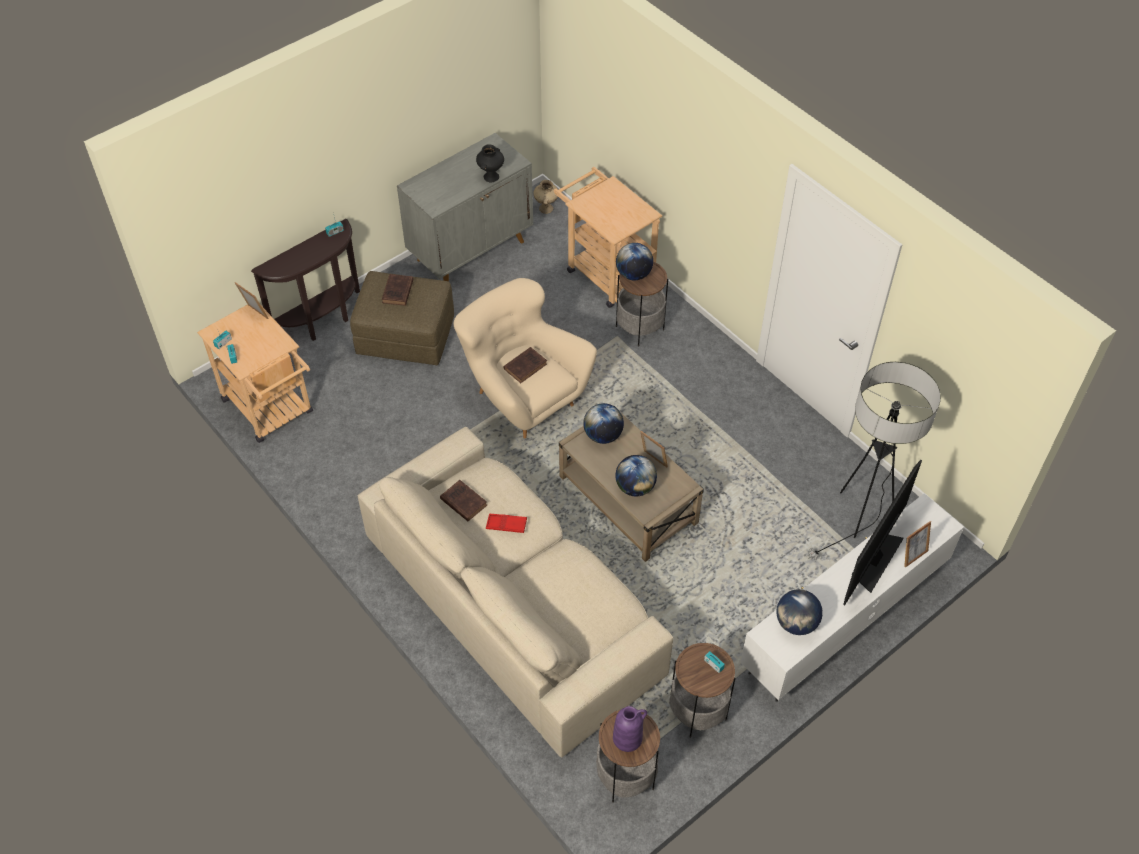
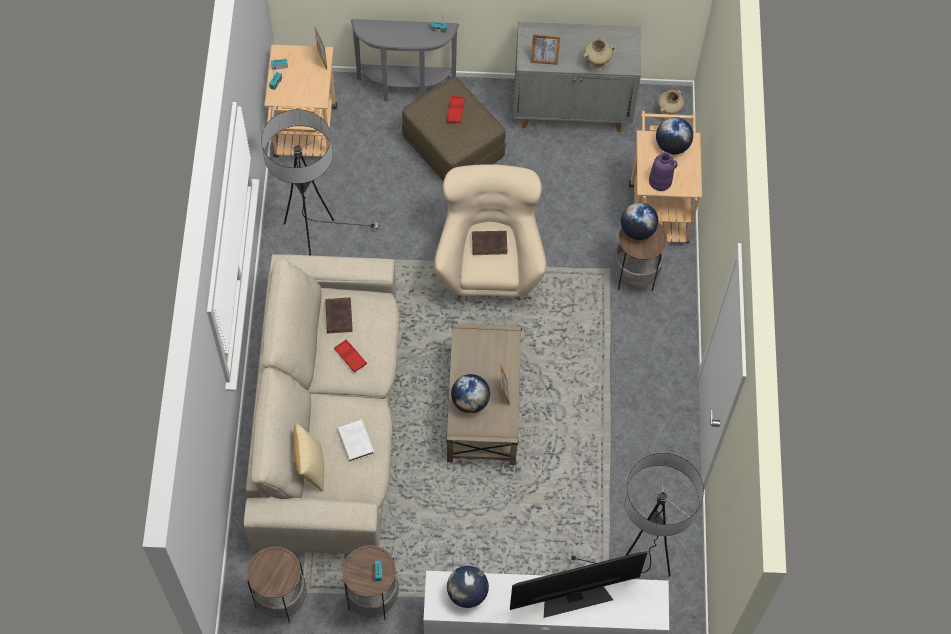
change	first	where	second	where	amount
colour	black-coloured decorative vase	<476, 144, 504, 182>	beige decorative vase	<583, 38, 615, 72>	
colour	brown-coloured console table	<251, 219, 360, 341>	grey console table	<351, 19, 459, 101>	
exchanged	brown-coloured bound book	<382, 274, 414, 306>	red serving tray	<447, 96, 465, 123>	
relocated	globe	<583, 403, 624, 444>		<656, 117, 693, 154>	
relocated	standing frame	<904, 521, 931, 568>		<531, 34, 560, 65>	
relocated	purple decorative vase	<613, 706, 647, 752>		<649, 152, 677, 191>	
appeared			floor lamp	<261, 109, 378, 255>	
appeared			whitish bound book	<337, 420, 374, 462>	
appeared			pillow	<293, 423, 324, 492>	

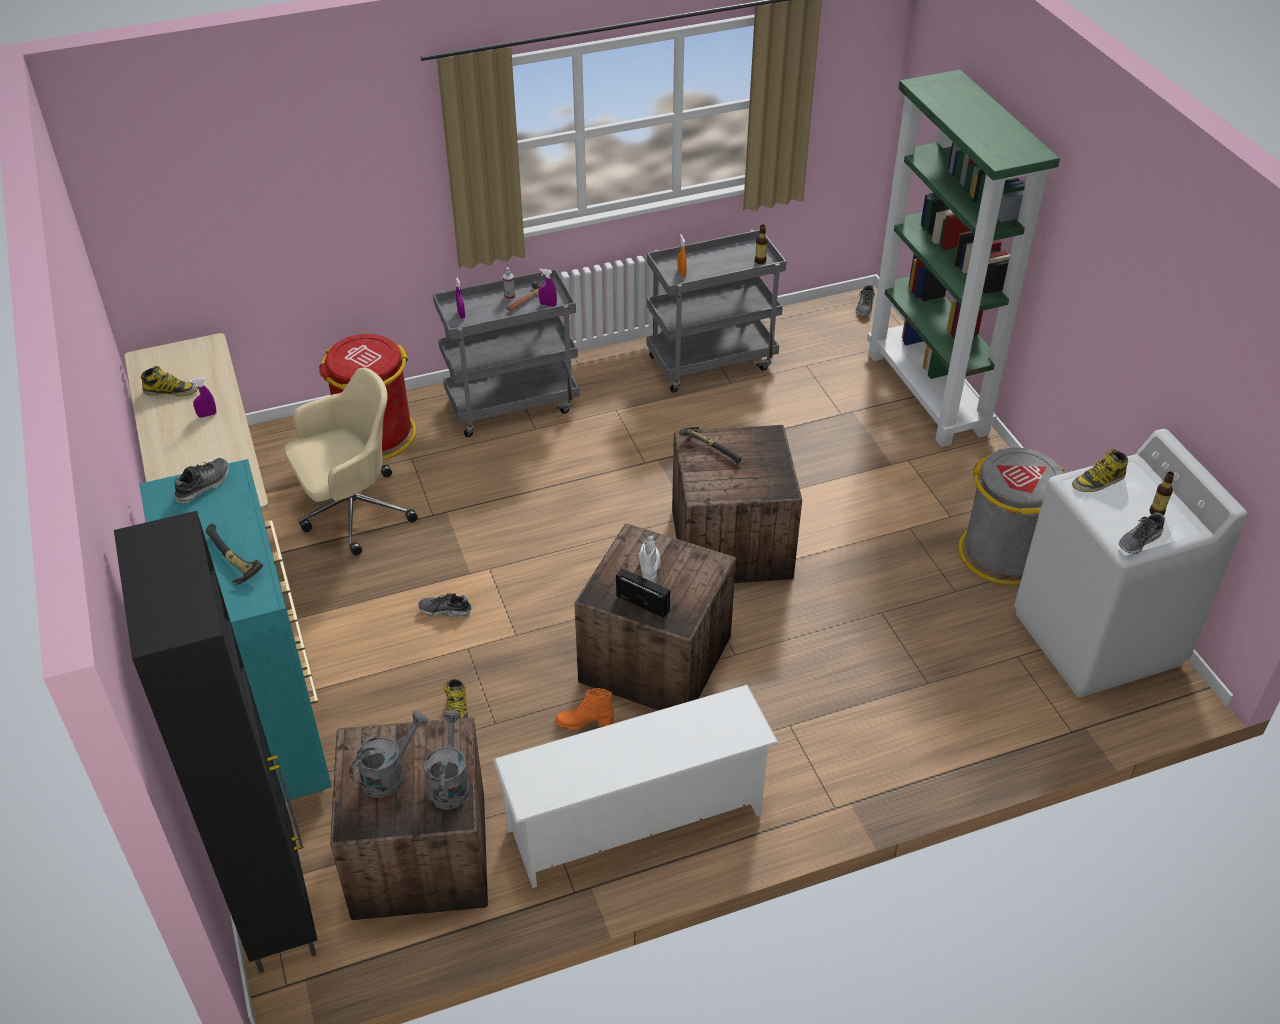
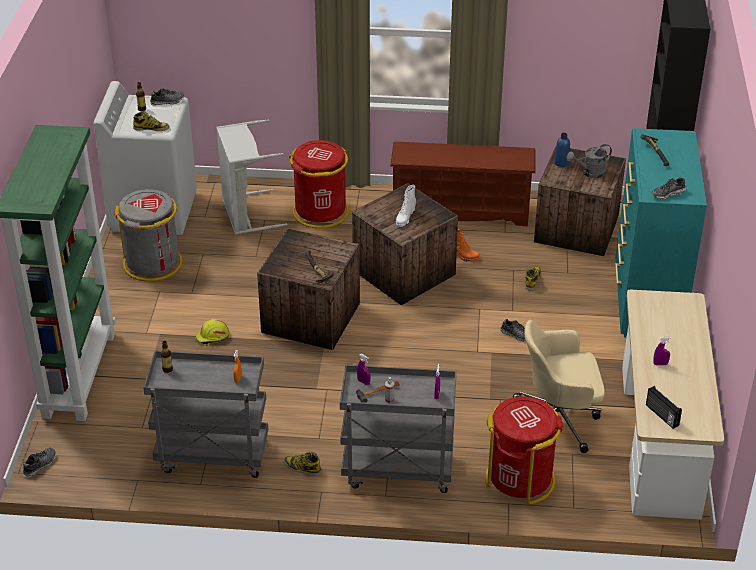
change	first	where	second	where	amount
relocated	high-top boot	<141, 366, 198, 396>		<283, 451, 322, 476>	
relocated	radio set	<616, 568, 670, 618>		<646, 386, 682, 429>	
colour	whitish shoe rack	<493, 685, 779, 888>	brown-coloured shoe rack	<390, 142, 536, 226>	
exchanged	grey watering pot	<424, 711, 470, 810>	blue-coloured drink bottle	<554, 133, 570, 167>	
appeared			grey washing basket	<216, 119, 287, 235>	
appeared			red rubbish bin	<289, 140, 349, 228>	
appeared			yellowish work helmet	<196, 319, 229, 346>	

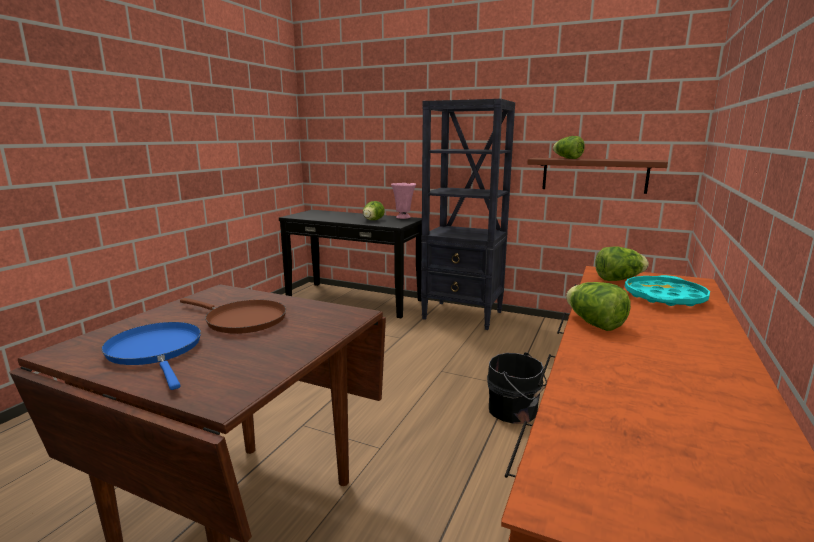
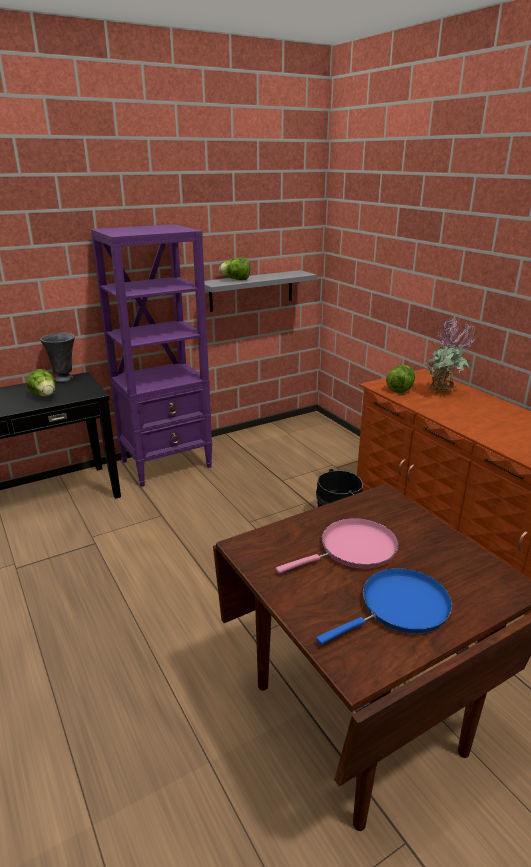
change	first	where	second	where	amount
colour	black-coloured shelving unit	<421, 99, 515, 330>	purple shelving unit	<91, 224, 212, 487>	
colour	brown-coloured bracket shelf	<527, 158, 668, 194>	grey bracket shelf	<204, 270, 317, 312>	
colour	pinkish decorative vase	<391, 183, 416, 219>	grey decorative vase	<40, 333, 75, 382>	
exchanged	blue-green serving tray	<625, 275, 710, 306>	potted plant	<426, 318, 477, 393>	
missing	lettuce head	<566, 282, 631, 331>			
colour	brown-coloured frying pan	<180, 298, 286, 334>	pinkish frying pan	<276, 518, 399, 574>	
spun	blue-coloured frying pan	<101, 322, 201, 390>		<316, 568, 452, 645>	150 degrees clockwise

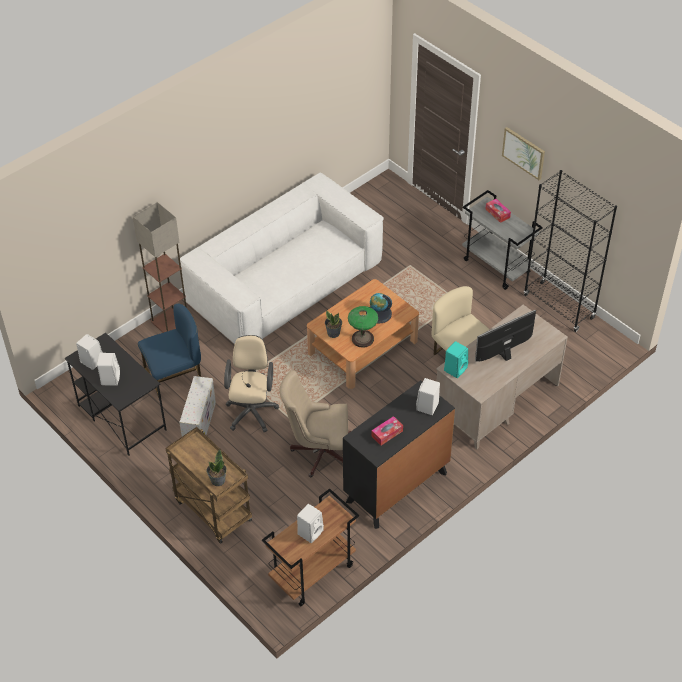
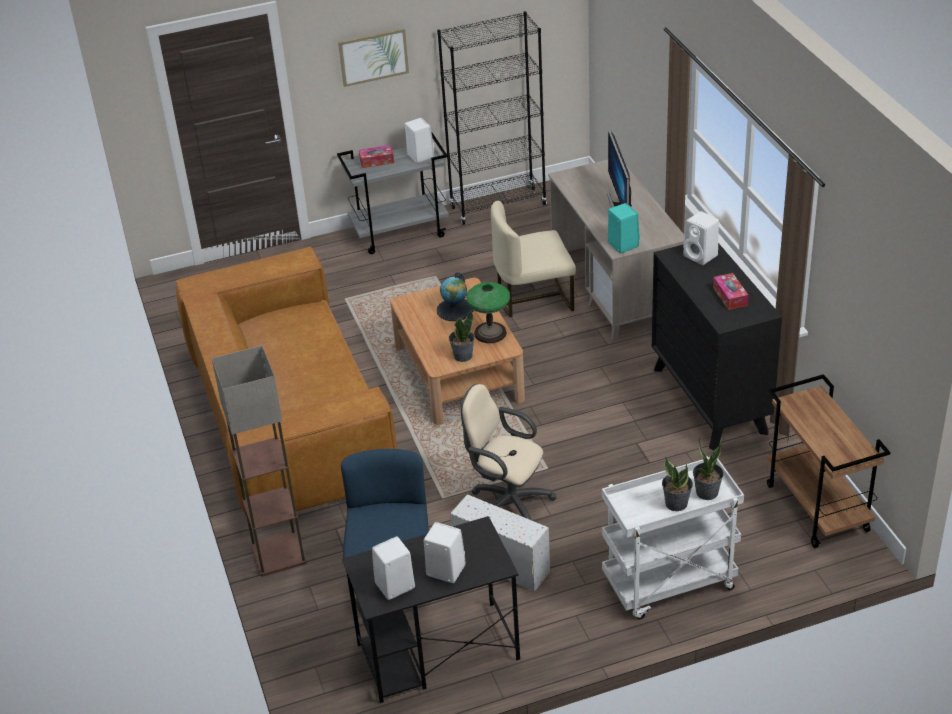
change	first	where	second	where	amount
colour	whitish couch	<180, 173, 384, 344>	brown-coloured couch	<176, 247, 397, 516>	
missing	beige desk chair	<279, 370, 351, 477>			
colour	brown-coloured cart	<165, 427, 252, 544>	whitish cart	<602, 457, 744, 620>	
relocated	whitish speaker	<297, 504, 324, 543>		<405, 118, 434, 163>	
appeared			potted plant	<662, 457, 693, 511>	

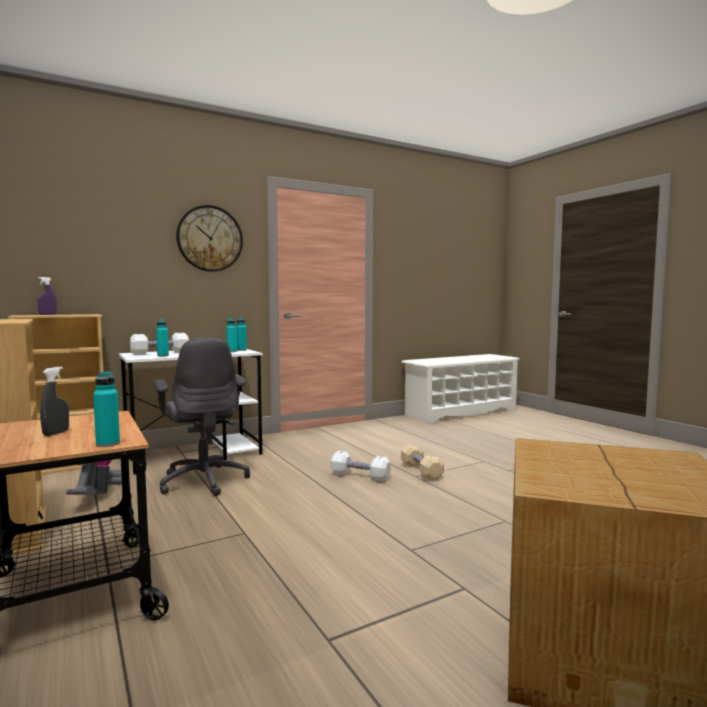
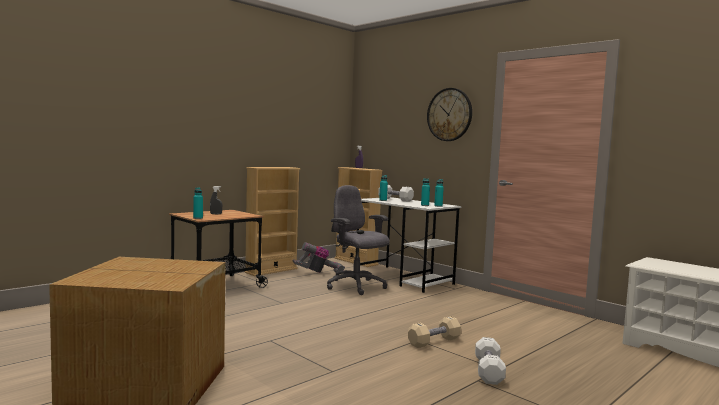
change	first	where	second	where	amount
spun	grey desk chair	<154, 338, 250, 496>		<327, 185, 390, 295>	90 degrees clockwise
relocated	whitish dumbbell	<331, 451, 391, 481>		<475, 337, 506, 385>	

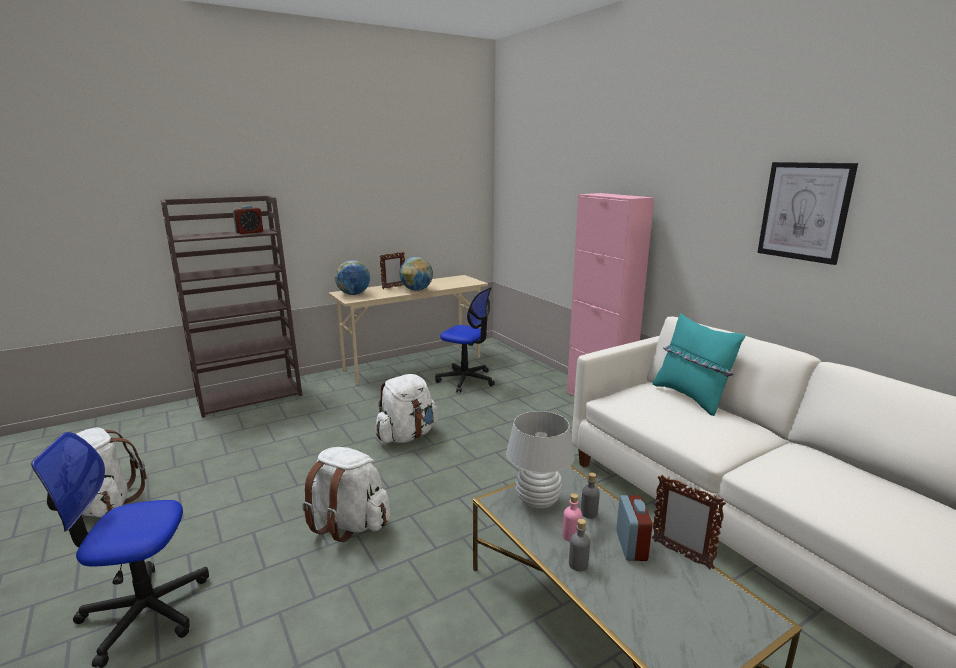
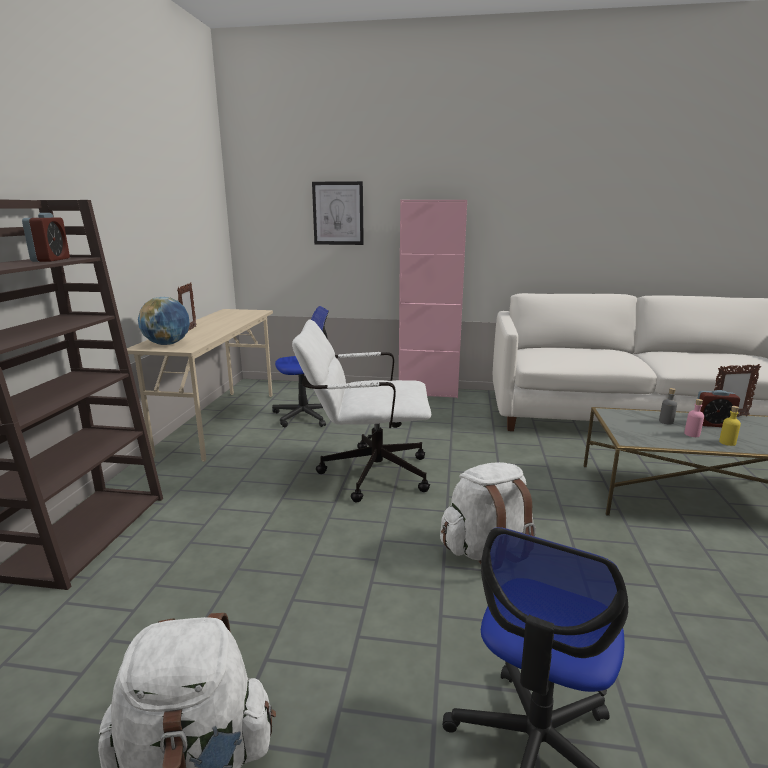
change	first	where	second	where	amount
relocated	wall picture	<757, 162, 858, 265>		<312, 181, 364, 245>	
missing	globe	<400, 257, 433, 291>			
missing	blue-green pillow	<652, 313, 745, 416>			
exchanged	whitish rucksack	<375, 374, 438, 443>	whitish desk chair	<292, 319, 431, 502>	
missing	whitish table lamp	<506, 411, 575, 509>			
spun	alarm clock	<616, 495, 653, 561>		<697, 390, 740, 427>	150 degrees clockwise
colour	grey drink bottle	<569, 519, 590, 571>	yellowish drink bottle	<719, 406, 741, 446>	

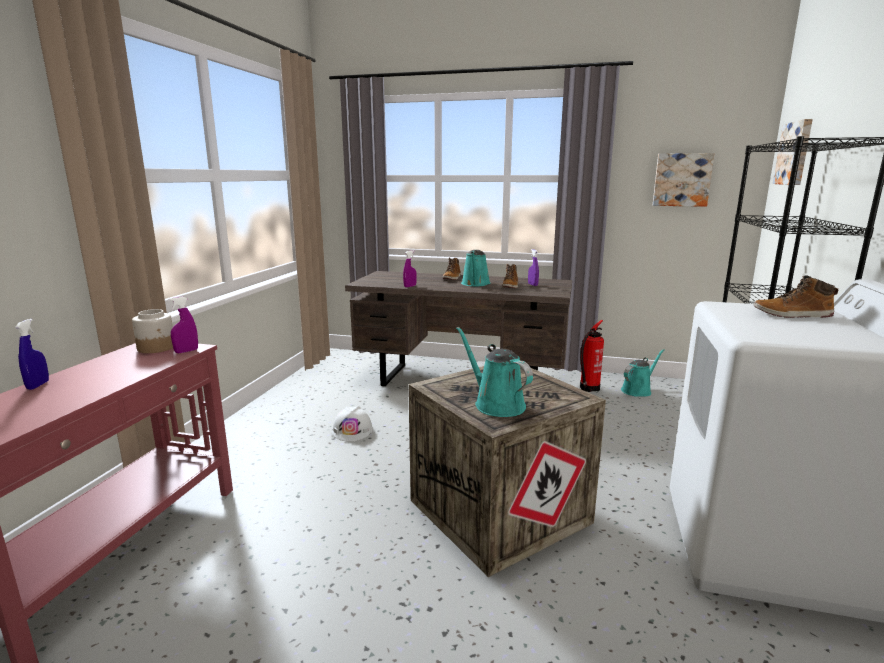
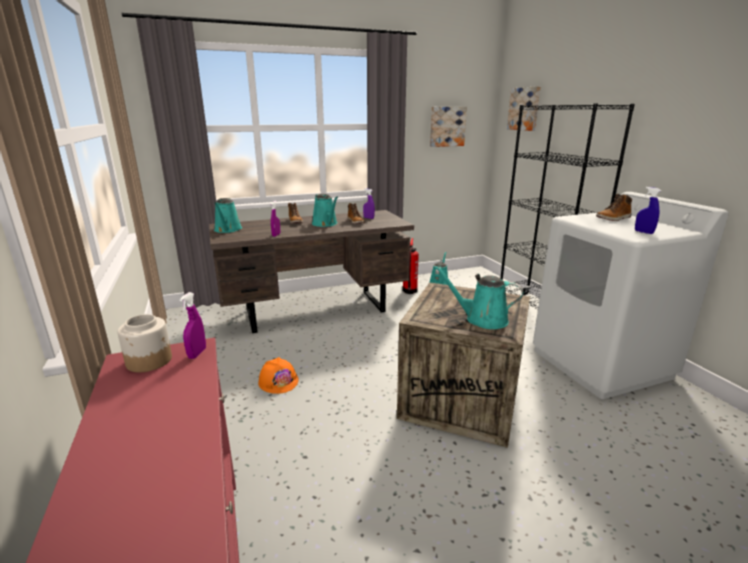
change	first	where	second	where	amount
relocated	blue-coloured spray bottle	<15, 319, 49, 390>		<635, 187, 661, 234>	
colour	whitish work helmet	<332, 406, 373, 442>	orange work helmet	<258, 357, 299, 394>	
appeared			blue-green watering pot	<214, 198, 242, 233>	

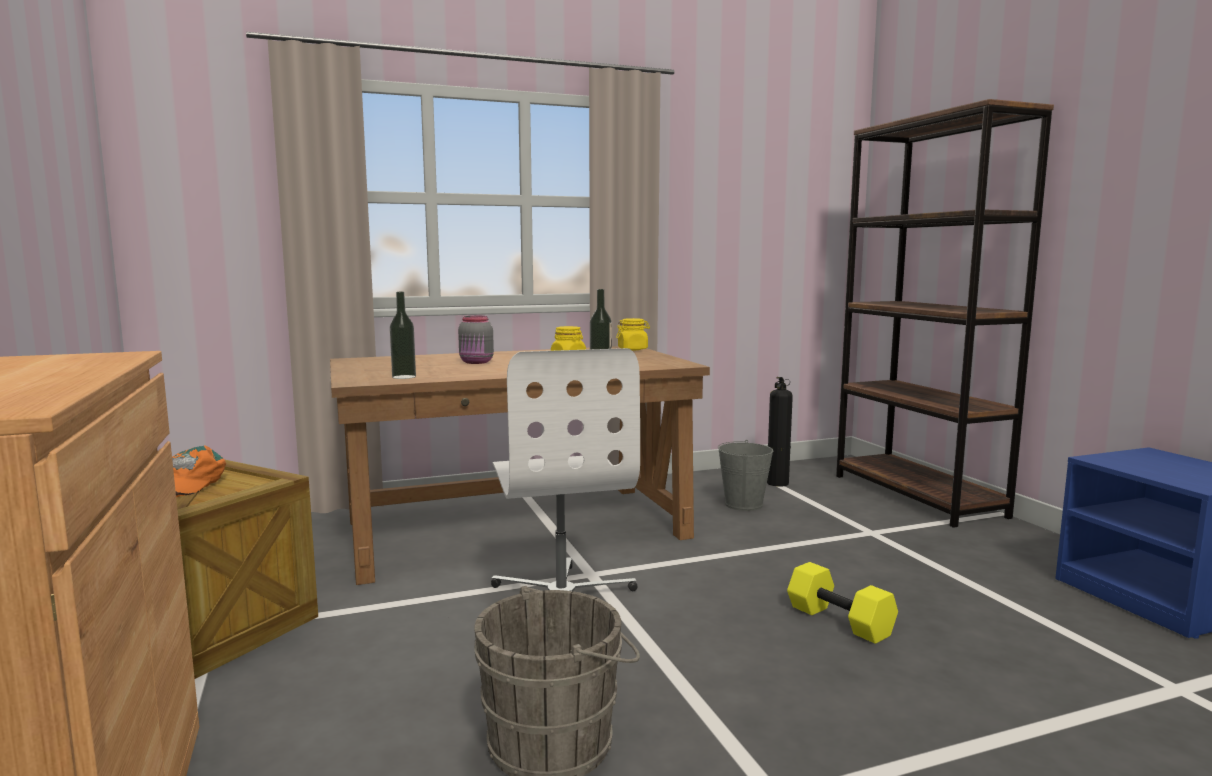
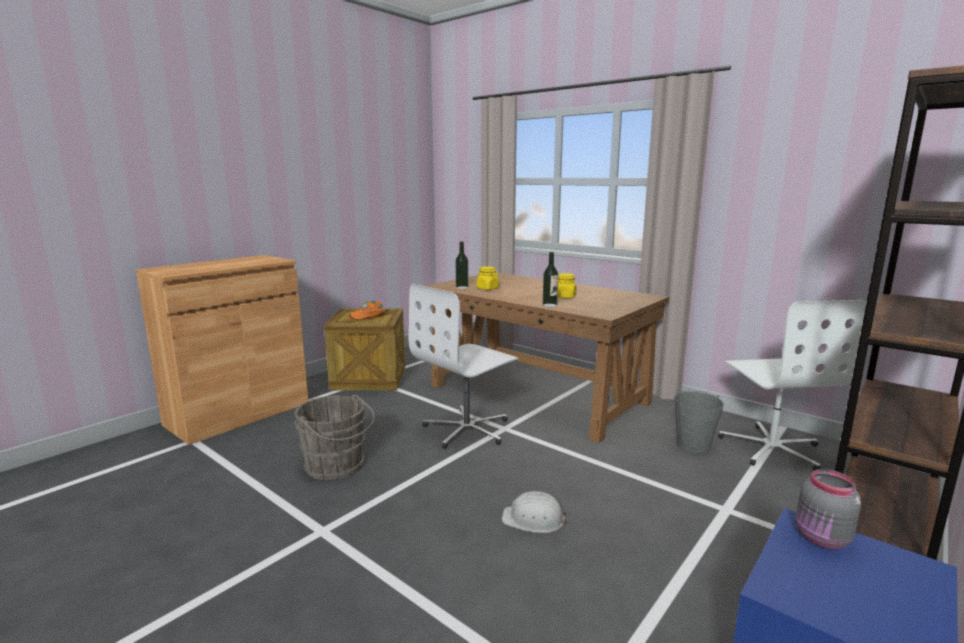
change	first	where	second	where	amount
relocated	grey preserve jar	<458, 316, 494, 364>		<796, 469, 861, 549>	
relocated	yellowish preserve jar	<616, 318, 650, 350>		<477, 267, 499, 290>	
exchanged	extinguisher	<767, 377, 793, 487>	whitish desk chair	<718, 300, 866, 471>	
exchanged	yellowish dumbbell	<787, 562, 898, 644>	whitish work helmet	<502, 491, 569, 533>	

